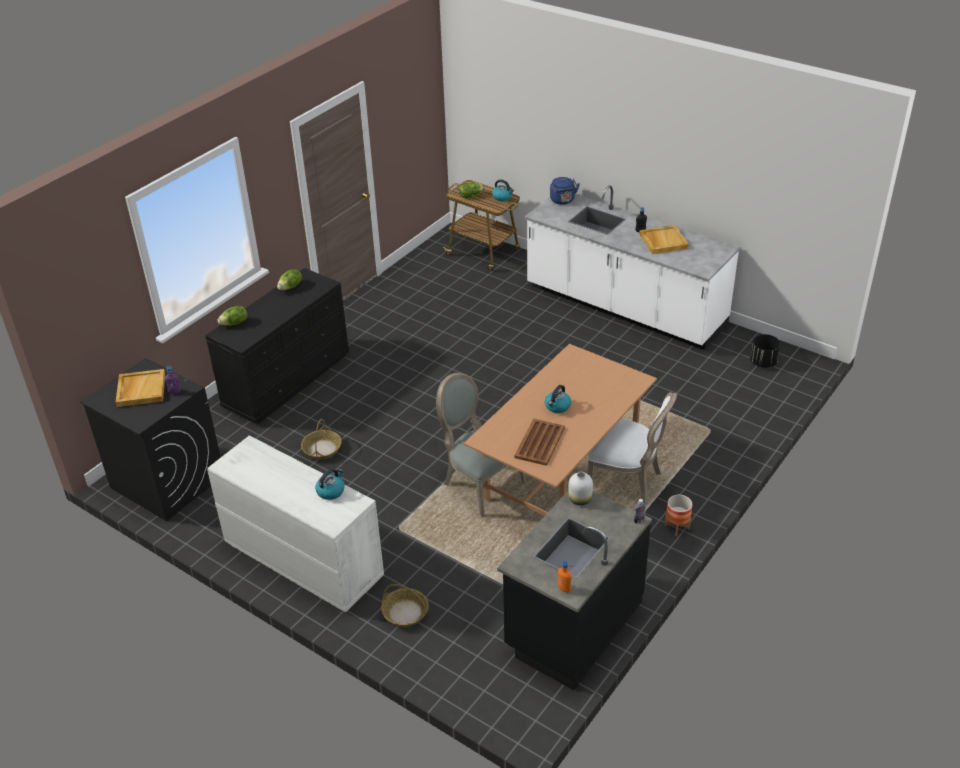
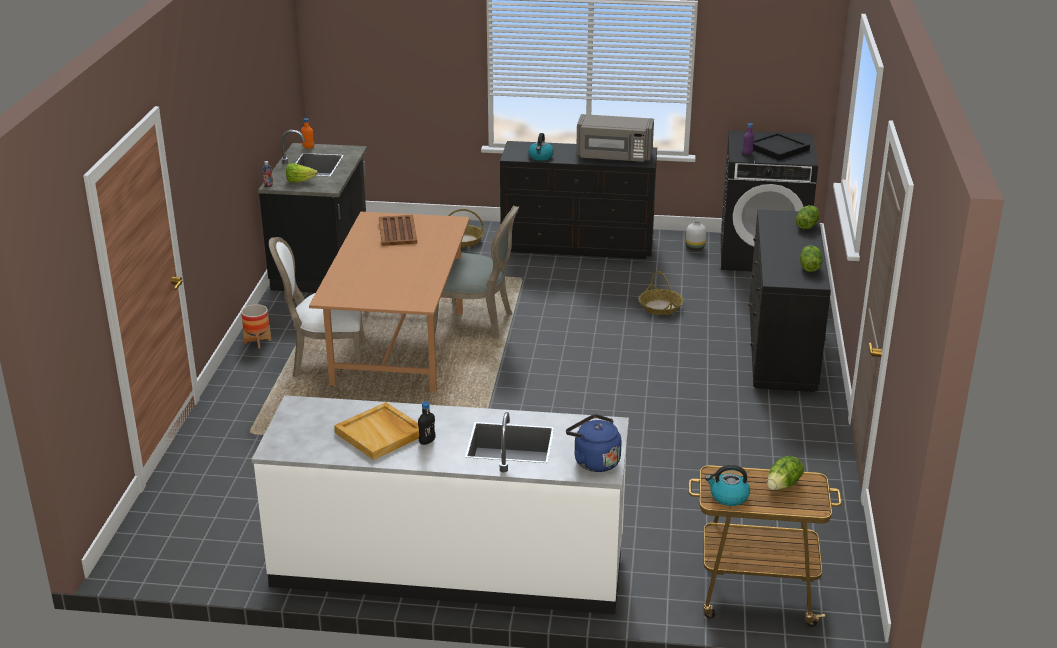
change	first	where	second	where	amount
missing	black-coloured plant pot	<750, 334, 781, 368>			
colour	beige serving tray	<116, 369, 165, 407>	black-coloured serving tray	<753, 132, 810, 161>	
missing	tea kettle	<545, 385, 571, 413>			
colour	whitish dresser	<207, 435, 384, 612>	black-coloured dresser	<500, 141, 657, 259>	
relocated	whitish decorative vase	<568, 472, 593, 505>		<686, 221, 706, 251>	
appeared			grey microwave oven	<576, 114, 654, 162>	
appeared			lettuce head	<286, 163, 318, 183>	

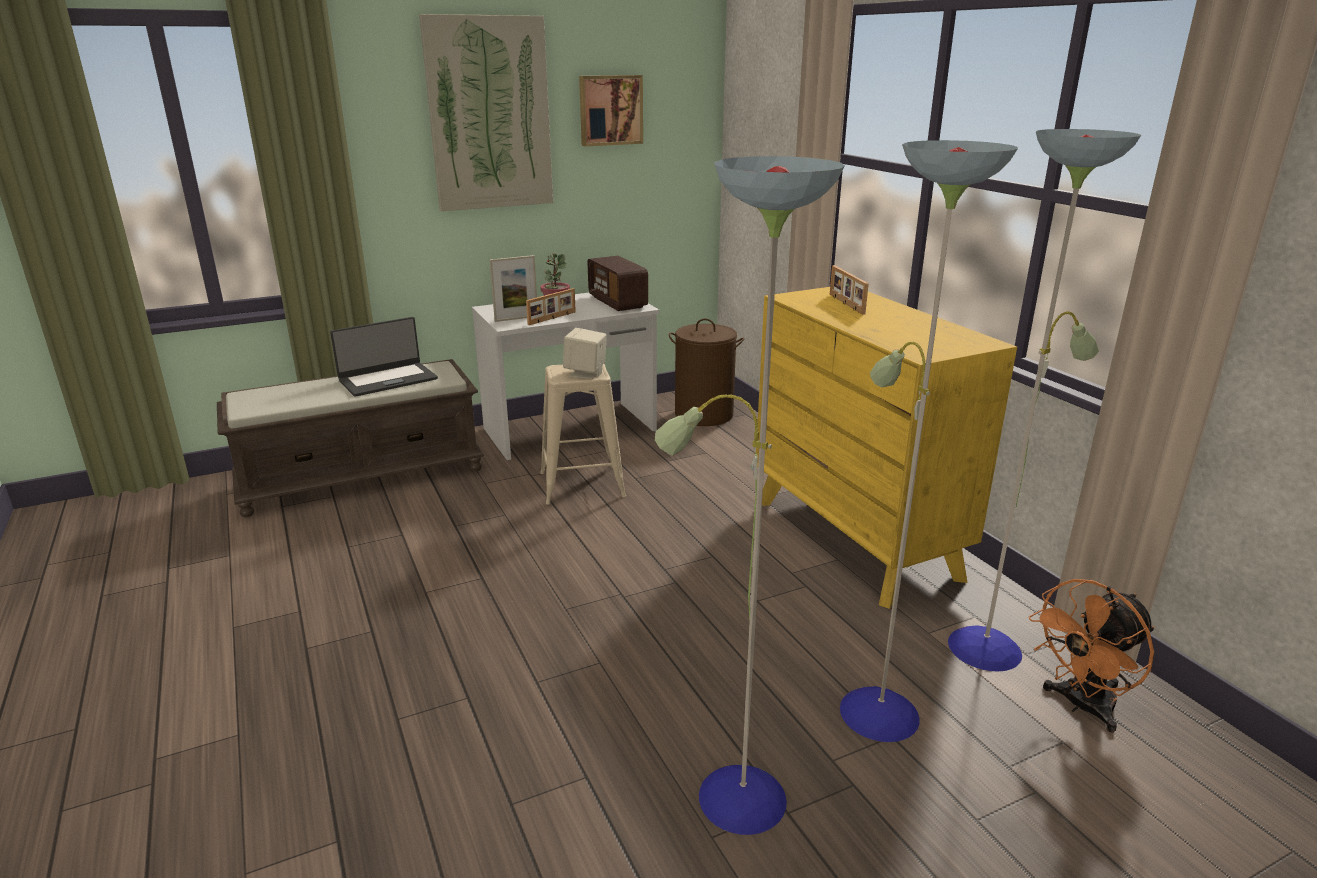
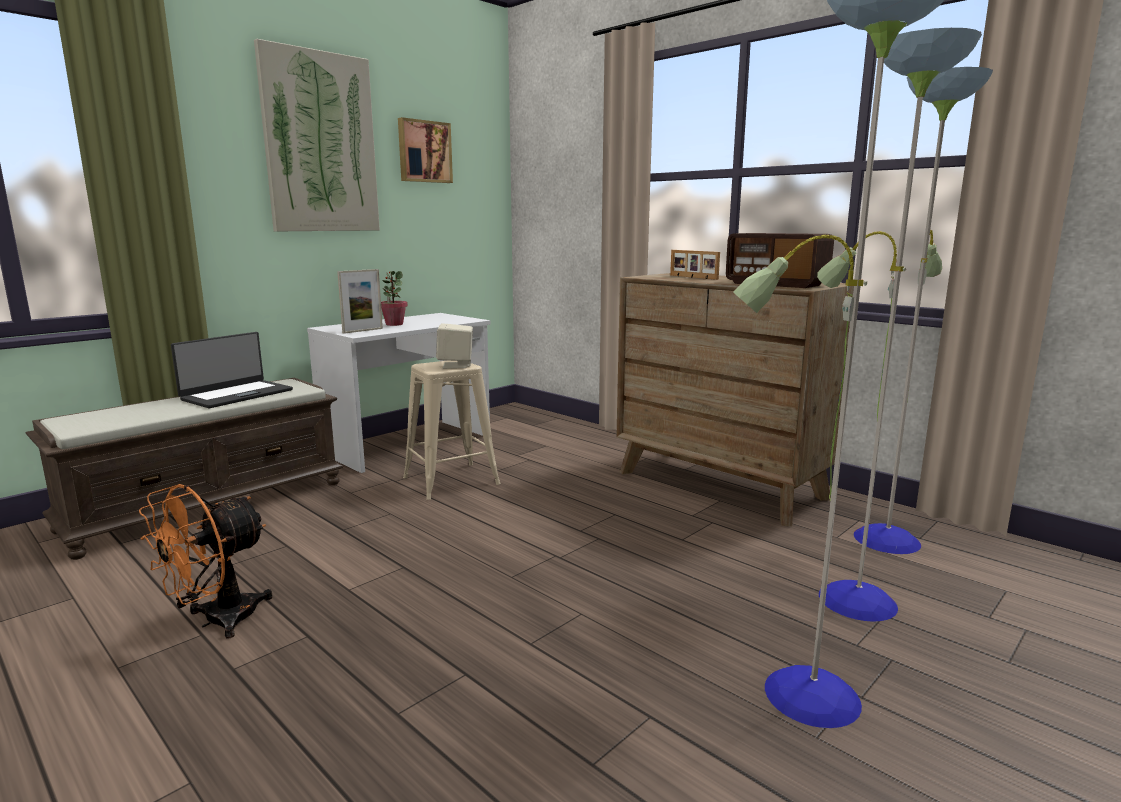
change	first	where	second	where	amount
relocated	radio set	<587, 256, 648, 311>		<726, 233, 834, 288>	
colour	yellowish dresser	<756, 287, 1017, 609>	brown-coloured dresser	<616, 273, 854, 527>	
missing	standing frame	<526, 288, 576, 325>			
missing	brown-coloured washing basket	<669, 319, 744, 426>			
relocated	orange cooling fan	<1029, 579, 1155, 733>		<139, 484, 272, 639>	

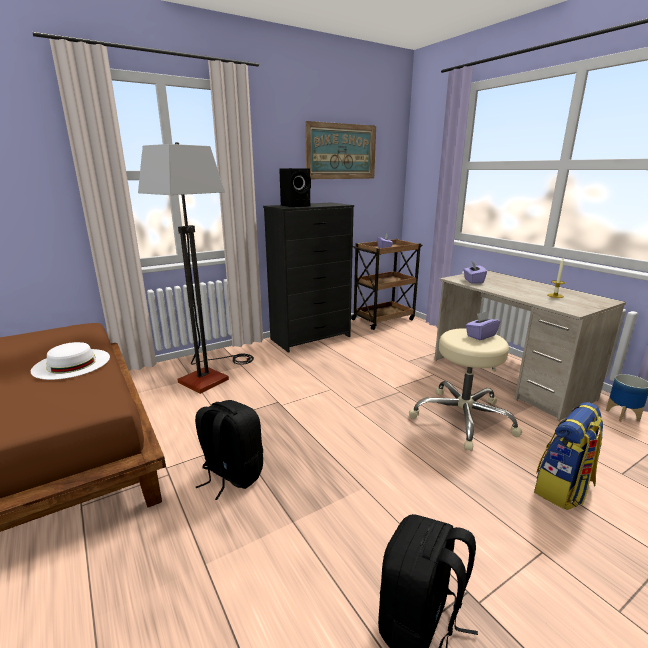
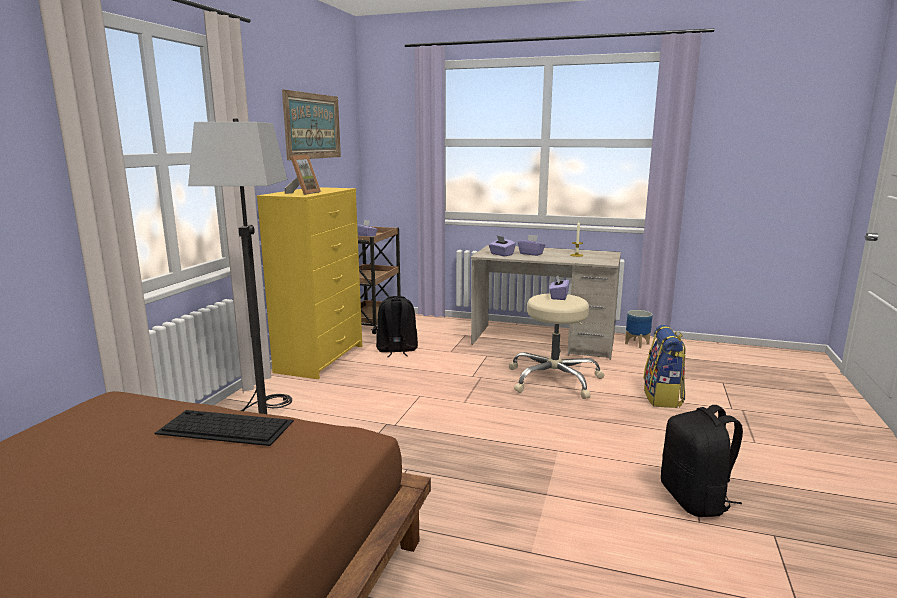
change	first	where	second	where	amount
exchanged	black-coloured speaker	<279, 168, 311, 207>	standing frame	<285, 155, 321, 195>	
colour	black-coloured dresser	<263, 202, 354, 353>	yellowish dresser	<257, 187, 362, 379>	
exchanged	whitish wearable hat	<31, 342, 110, 380>	keyboard	<155, 410, 294, 446>	
relocated	black-coloured rucksack	<195, 400, 263, 500>		<376, 296, 418, 357>	
appeared			purple tissue box	<518, 235, 545, 256>	

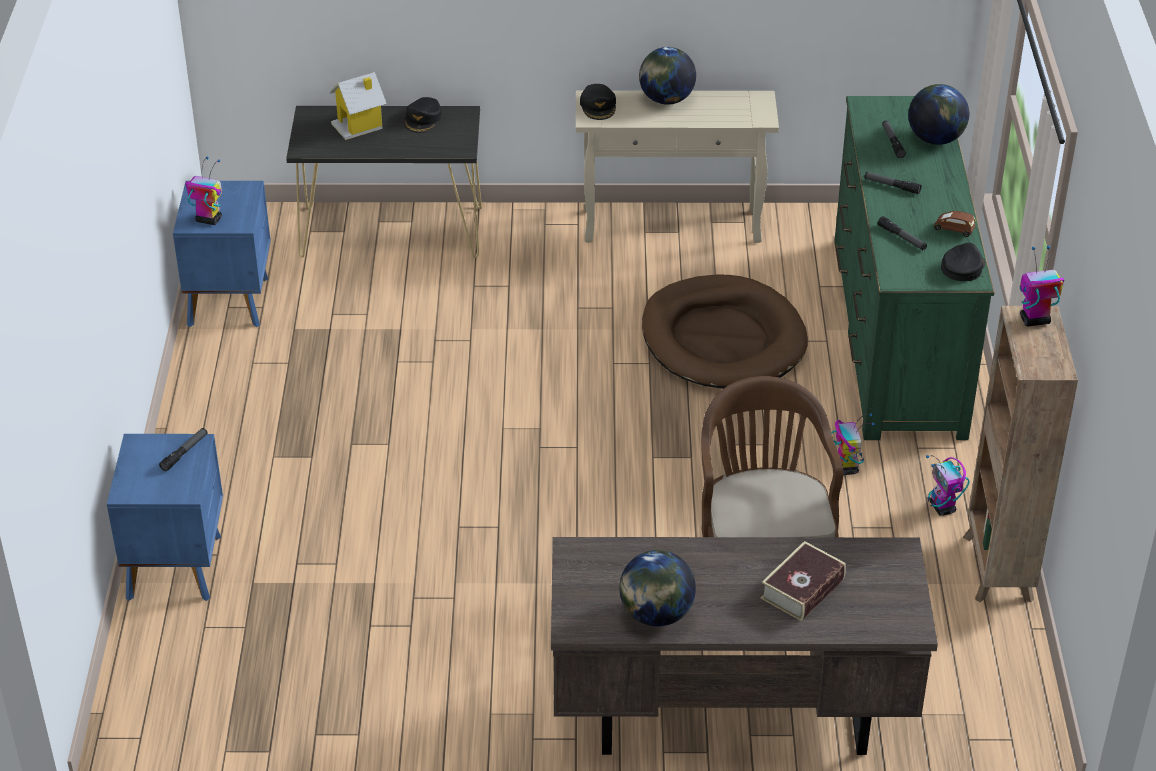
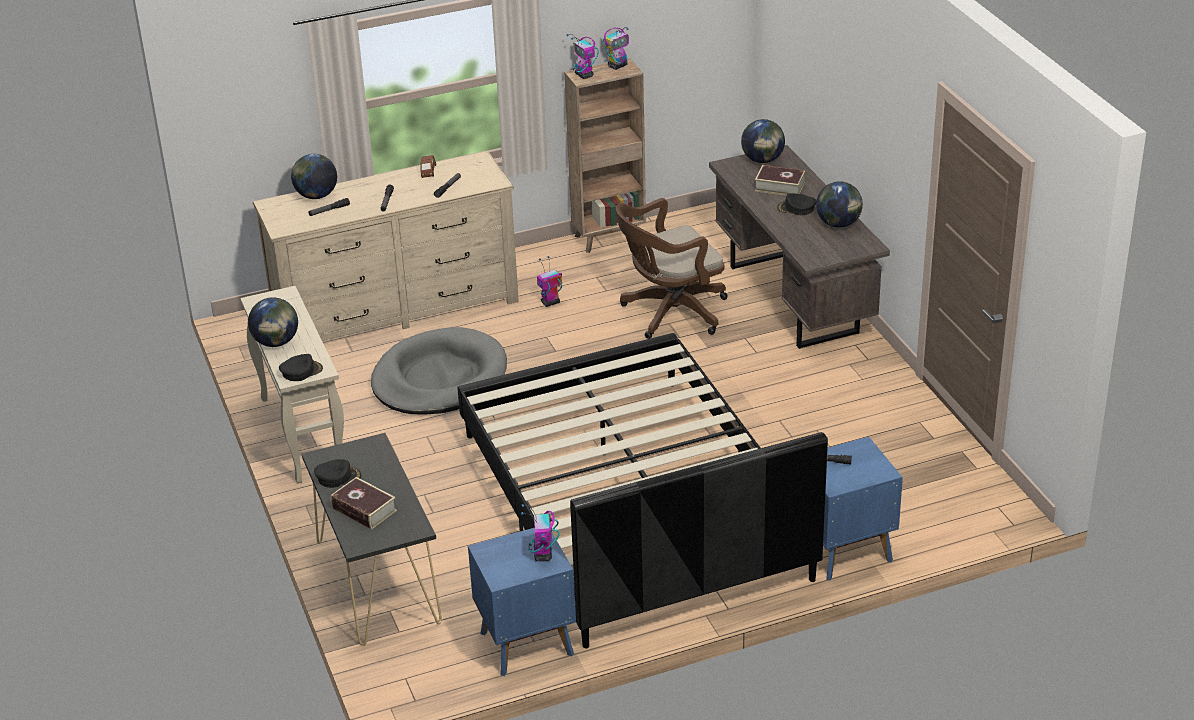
change	first	where	second	where	amount
exchanged	miniature house	<330, 72, 387, 140>	bound book	<331, 477, 397, 530>	
colour	green dresser	<834, 96, 994, 440>	beige dresser	<253, 151, 519, 341>	
relocated	black-coloured baseball cap	<941, 243, 985, 281>		<777, 193, 816, 215>	
colour	brown-coloured dog cushion	<642, 274, 808, 389>	grey dog cushion	<371, 327, 507, 414>	
relocated	model robot	<926, 455, 970, 516>		<603, 27, 629, 70>	
appeared			globe	<741, 119, 785, 163>	
appeared			black-coloured sleeping bed	<457, 333, 828, 649>	

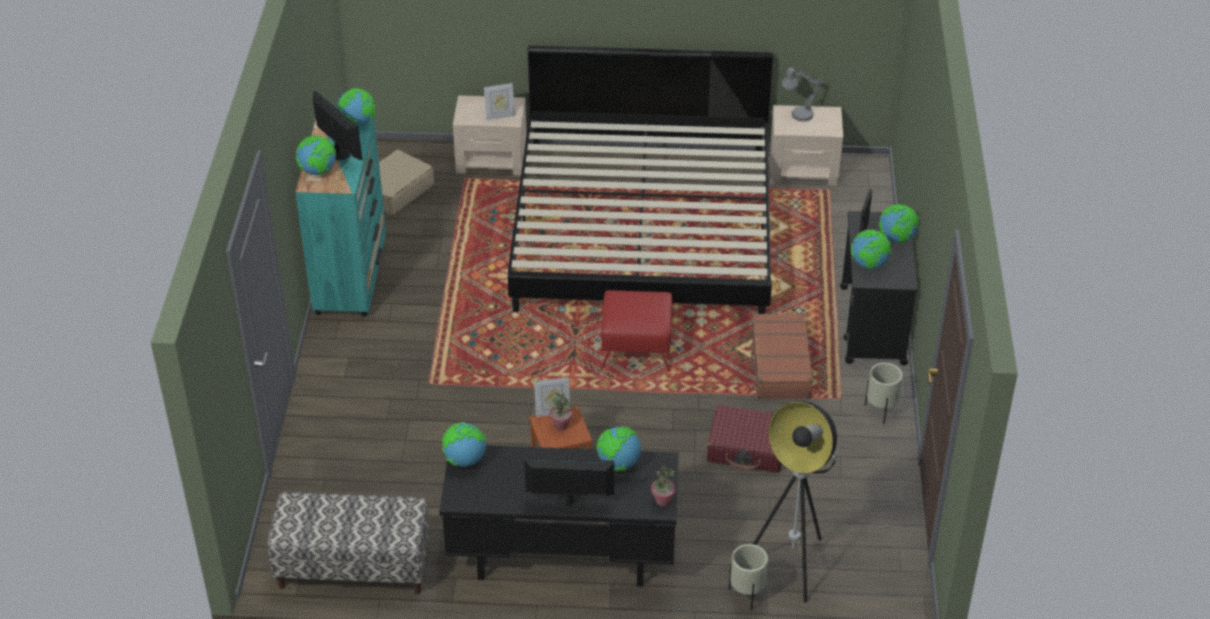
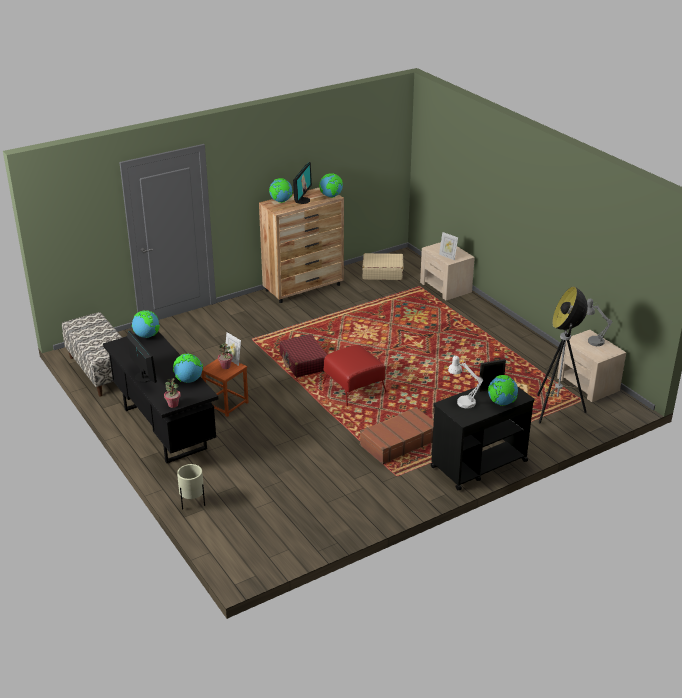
change	first	where	second	where	amount
missing	sleeping bed	<508, 45, 773, 314>			
colour	blue-green dresser	<295, 117, 386, 317>	brown-coloured dresser	<259, 188, 344, 303>	
exchanged	globe	<851, 230, 892, 269>	whitish table lamp	<448, 356, 483, 409>	
missing	beige plant pot	<865, 363, 903, 424>			
relocated	floor lamp	<753, 401, 837, 602>		<537, 286, 588, 423>	
relocated	red travel case	<707, 405, 782, 473>		<279, 334, 327, 377>	

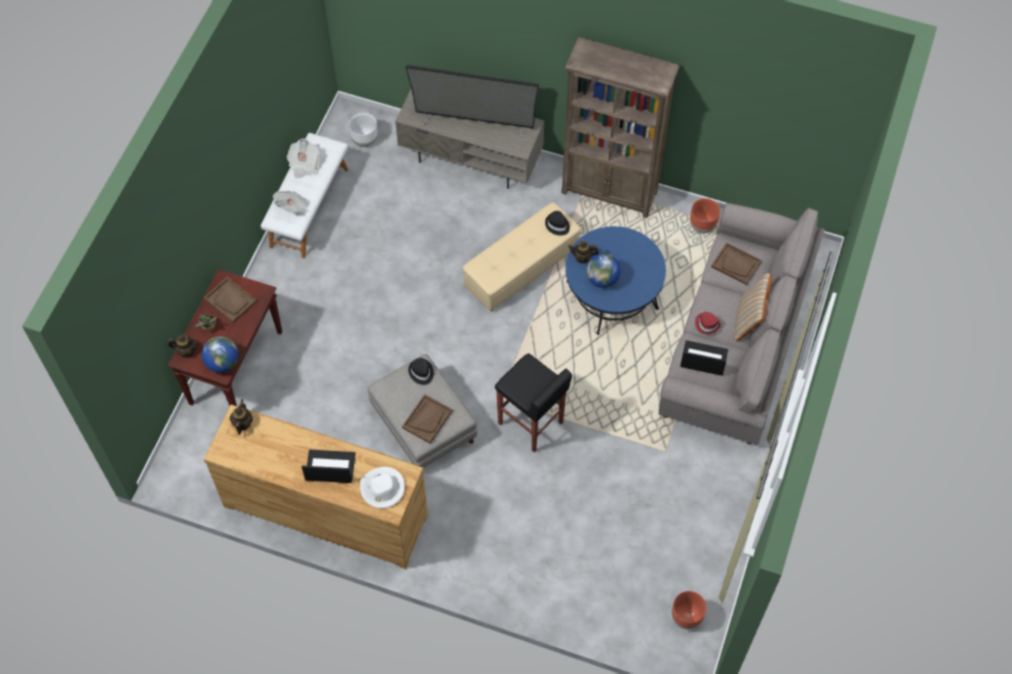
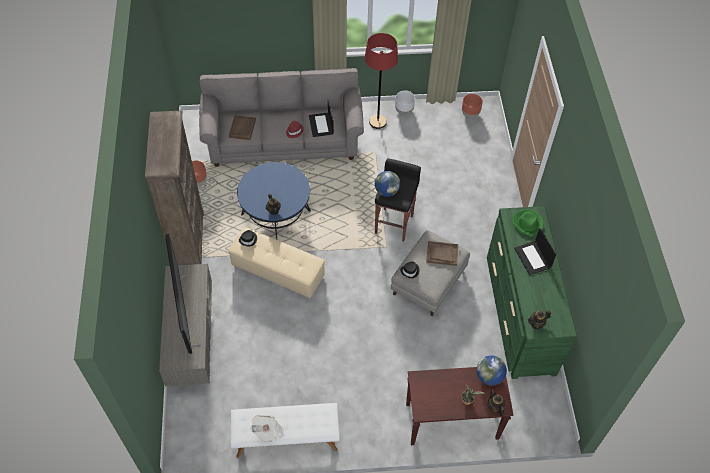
change	first	where	second	where	amount
relocated	whitish plant pot	<349, 113, 378, 147>		<395, 91, 415, 115>	
missing	printed paper	<273, 191, 310, 213>			
relocated	globe	<586, 254, 621, 288>		<375, 171, 400, 197>	
missing	beige pillow	<733, 273, 772, 341>			
missing	brown-coloured serving tray	<204, 277, 257, 323>			
colour	brown-coloured dresser	<204, 404, 428, 569>	green dresser	<487, 206, 577, 379>	
colour	whitish wearable hat	<360, 467, 405, 508>	green wearable hat	<513, 209, 544, 236>	
appeared			red floor lamp	<365, 33, 398, 129>	

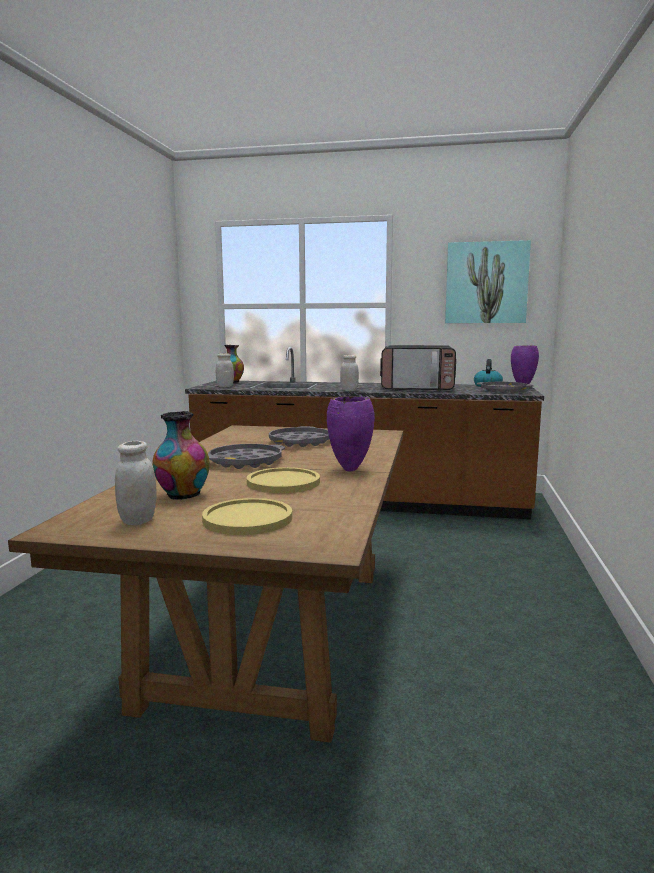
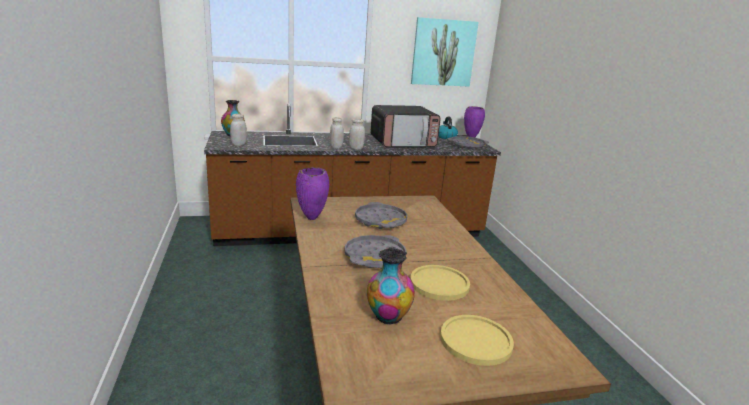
change	first	where	second	where	amount
relocated	purple decorative vase	<327, 396, 375, 472>		<296, 167, 329, 220>	
relocated	whitish preserve jar	<115, 441, 157, 525>		<330, 117, 344, 149>	

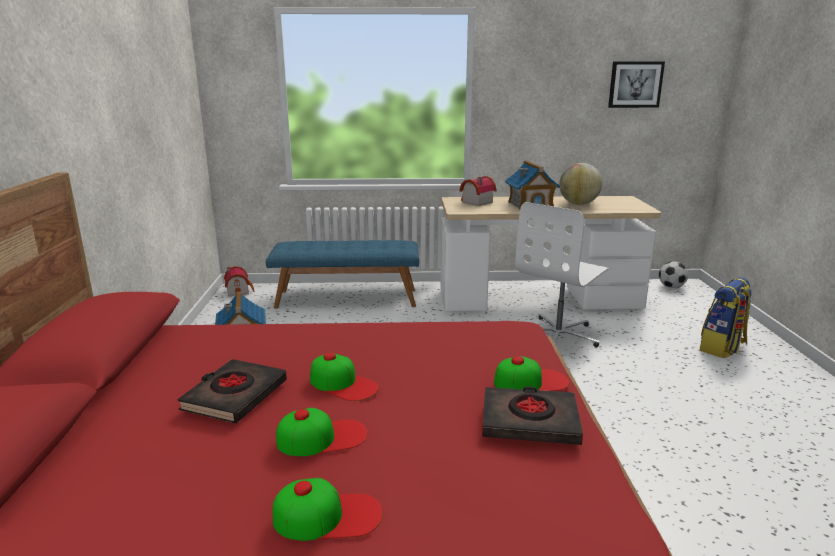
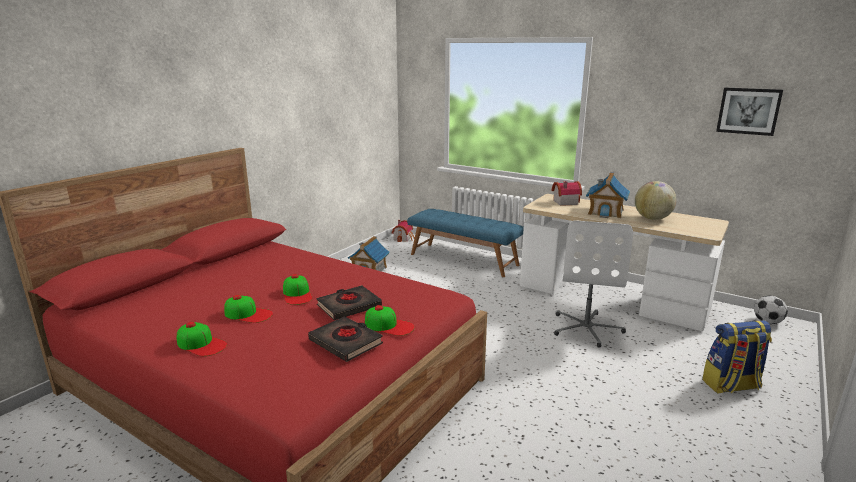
change	first	where	second	where	amount
spun	whitish desk chair	<516, 202, 609, 347>		<554, 220, 633, 348>	60 degrees counterclockwise
relocated	black-coloured bound book	<178, 359, 287, 423>		<316, 285, 382, 320>	

